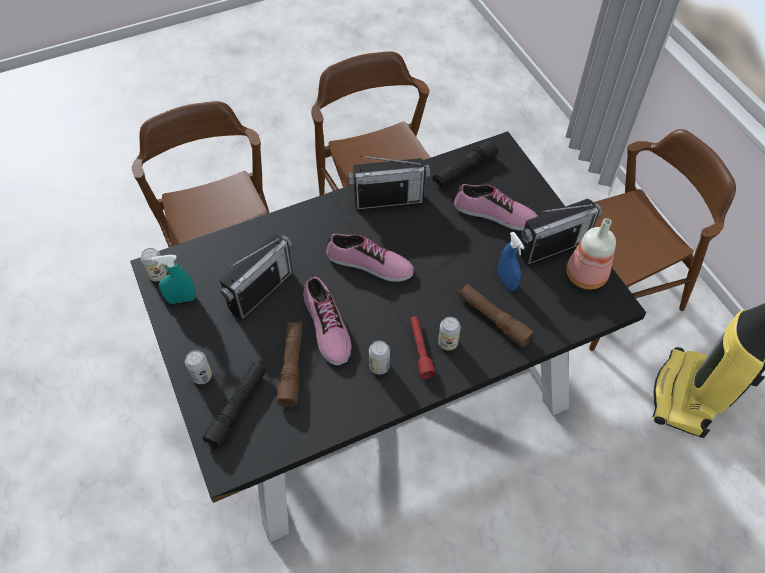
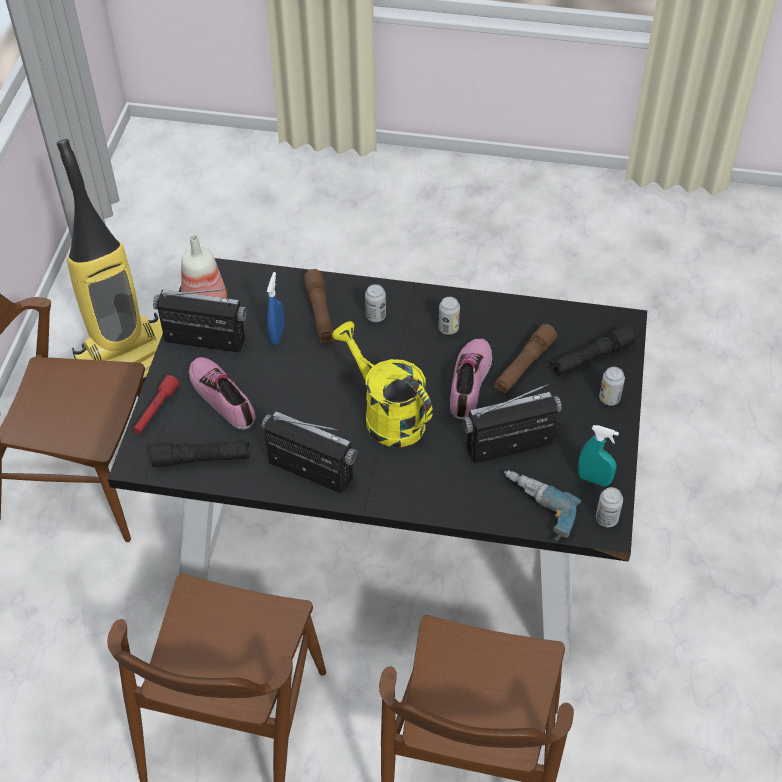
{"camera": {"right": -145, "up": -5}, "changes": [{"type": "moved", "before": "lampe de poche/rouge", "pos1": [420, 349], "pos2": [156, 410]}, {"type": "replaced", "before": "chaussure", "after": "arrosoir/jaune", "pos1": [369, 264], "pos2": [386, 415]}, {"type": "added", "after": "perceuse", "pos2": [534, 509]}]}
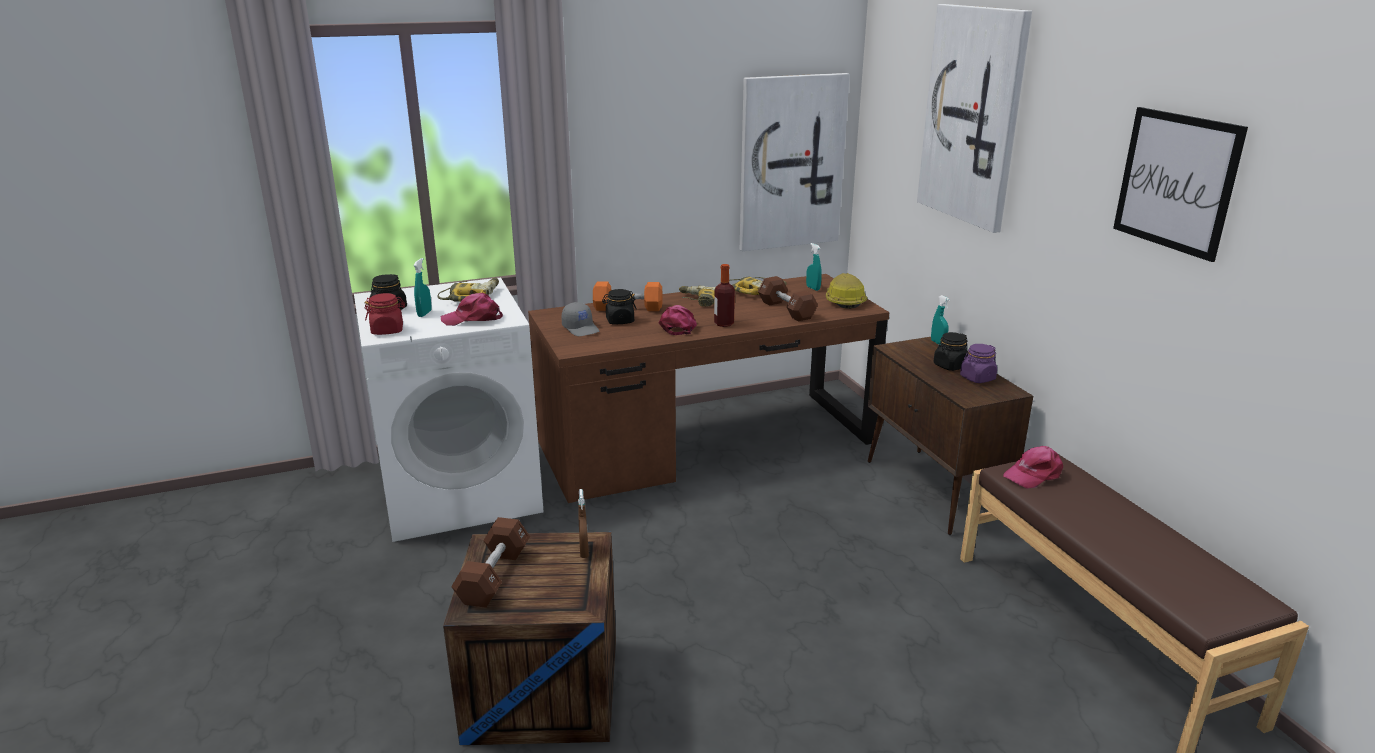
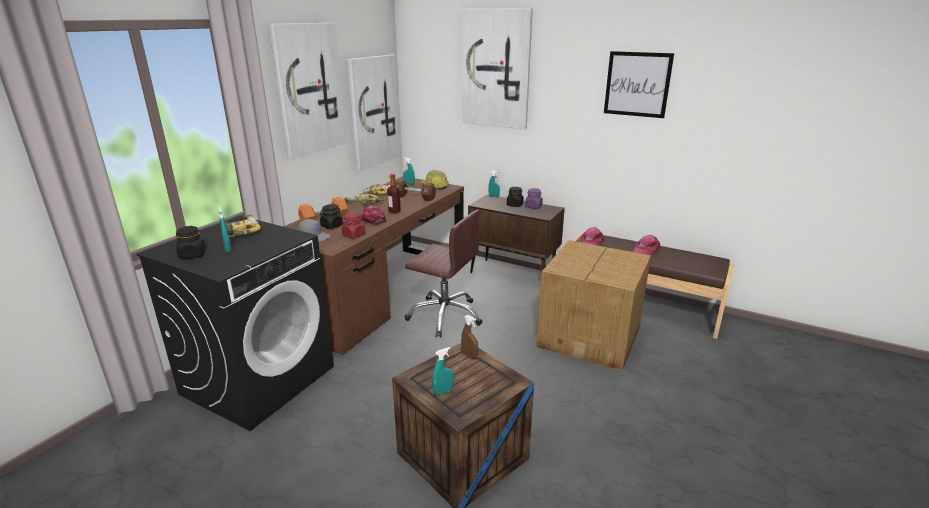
{"camera": {"right": -40, "up": 0}, "changes": [{"type": "recoloured", "before": "lave-linge/blanc", "after": "lave-linge/noir", "pos1": [461, 491], "pos2": [259, 379]}, {"type": "added", "after": "tableau", "pos2": [308, 89]}, {"type": "moved", "before": "bocal/rouge", "pos1": [387, 330], "pos2": [354, 235]}, {"type": "added", "after": "chaise de bureau/marron", "pos2": [445, 315]}, {"type": "replaced", "before": "haltère/marron", "after": "vaporisateur/turquoise", "pos1": [494, 576], "pos2": [443, 392]}, {"type": "added", "after": "carton", "pos2": [591, 336]}, {"type": "moved", "before": "casquette/rose", "pos1": [473, 319], "pos2": [645, 250]}]}
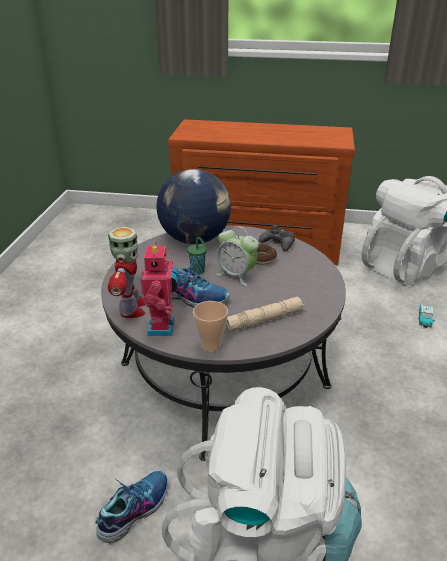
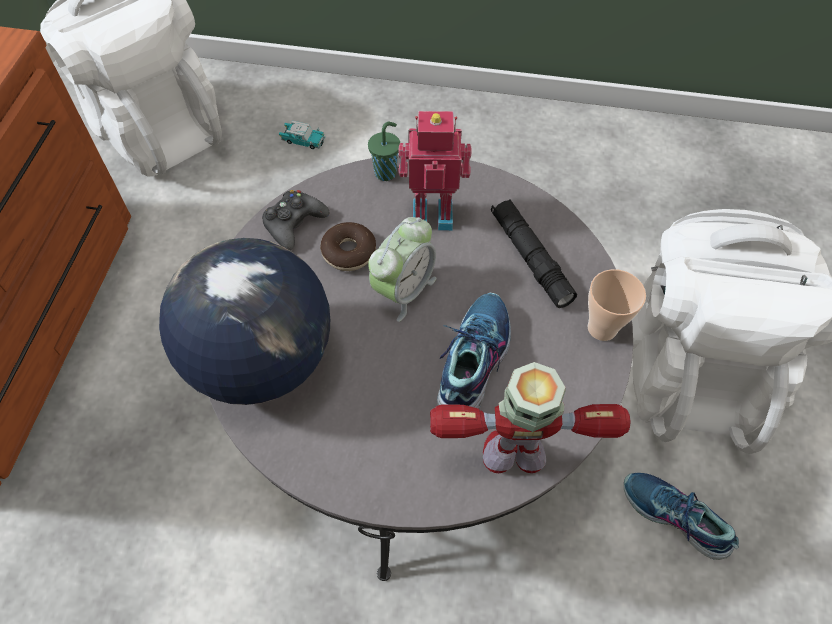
{"camera": {"right": -90, "up": 25}, "changes": [{"type": "moved", "before": "tasse/vert", "pos1": [198, 271], "pos2": [386, 172]}, {"type": "moved", "before": "robot jouet", "pos1": [163, 327], "pos2": [432, 213]}, {"type": "recoloured", "before": "lampe de poche/beige", "after": "lampe de poche/noir", "pos1": [264, 320], "pos2": [530, 258]}]}
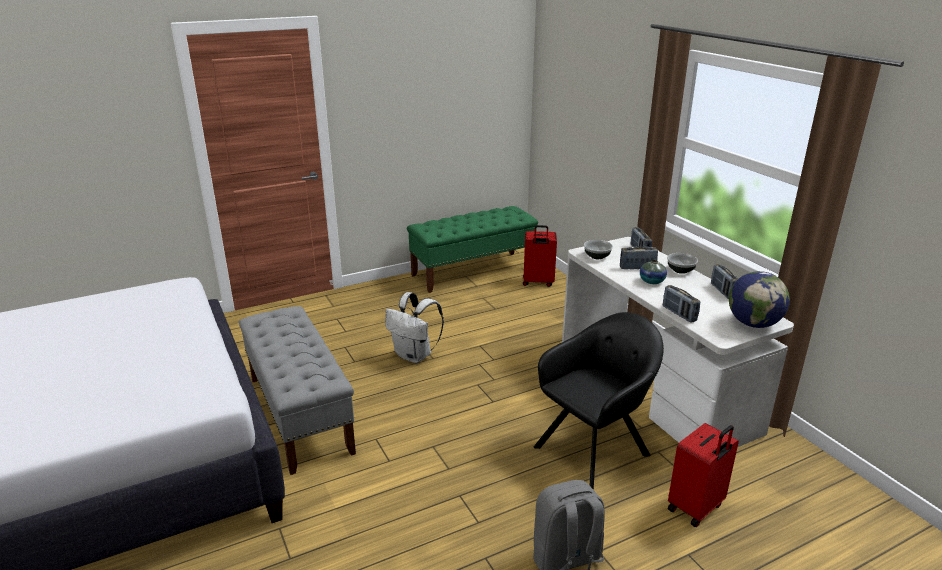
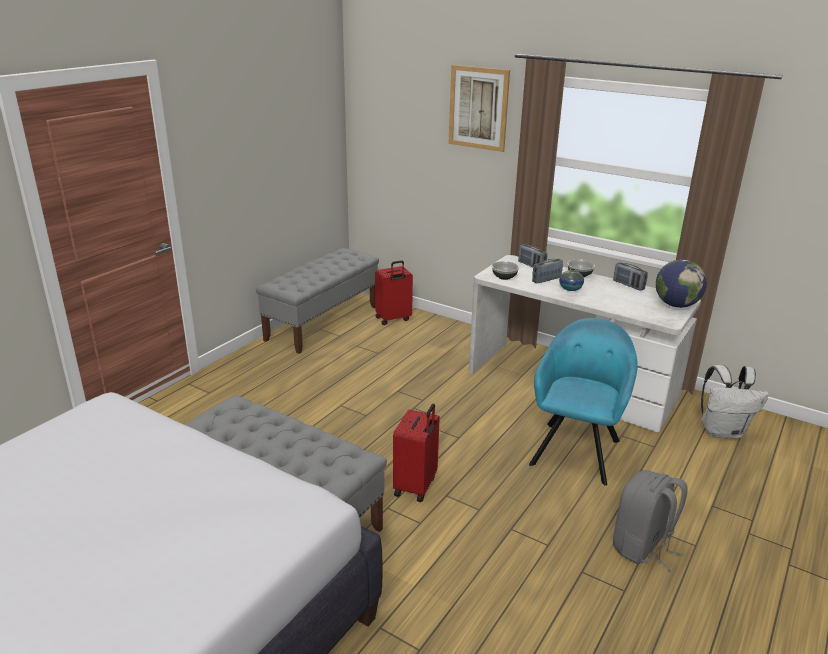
{"camera": {"right": -30, "up": 0}, "changes": [{"type": "recoloured", "before": "banc/vert", "after": "banc/gris", "pos1": [473, 271], "pos2": [323, 323]}, {"type": "moved", "before": "valise/rouge", "pos1": [696, 508], "pos2": [416, 486]}, {"type": "added", "after": "tableau", "pos2": [478, 108]}, {"type": "recoloured", "before": "fauteuil/noir", "after": "fauteuil/turquoise", "pos1": [595, 449], "pos2": [576, 449]}, {"type": "moved", "before": "sac à dos/blanc", "pos1": [415, 355], "pos2": [722, 431]}, {"type": "removed", "before": "radio", "pos1": [679, 314]}]}
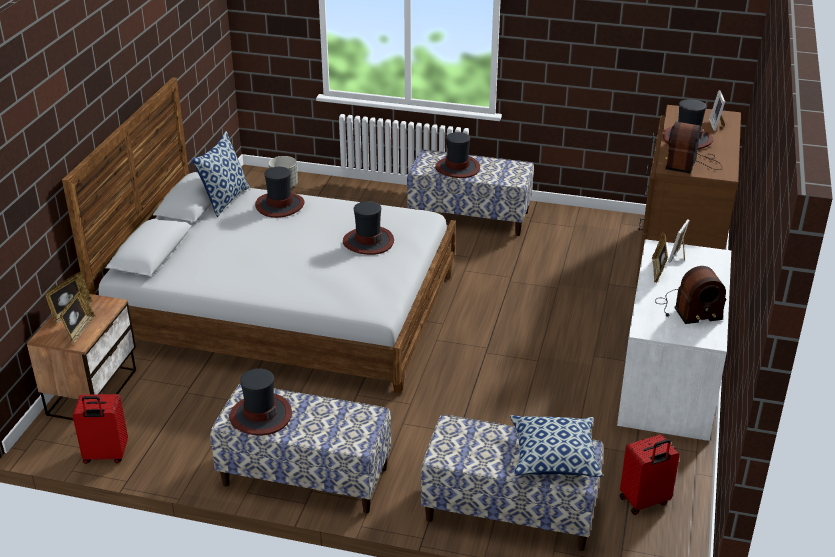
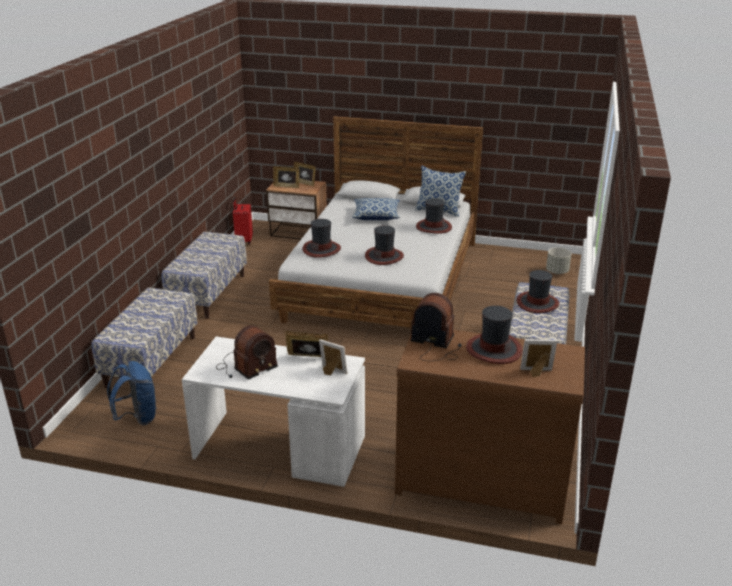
{"camera": {"right": 90, "up": -5}, "changes": [{"type": "replaced", "before": "valise/rouge", "after": "sac à dos/bleu", "pos1": [644, 501], "pos2": [137, 417]}, {"type": "turned", "before": "radio", "pos1": [687, 309], "pos2": [245, 367], "turn": -120}, {"type": "moved", "before": "chapeau", "pos1": [260, 415], "pos2": [321, 249]}, {"type": "moved", "before": "coussin", "pos1": [553, 457], "pos2": [376, 216]}]}
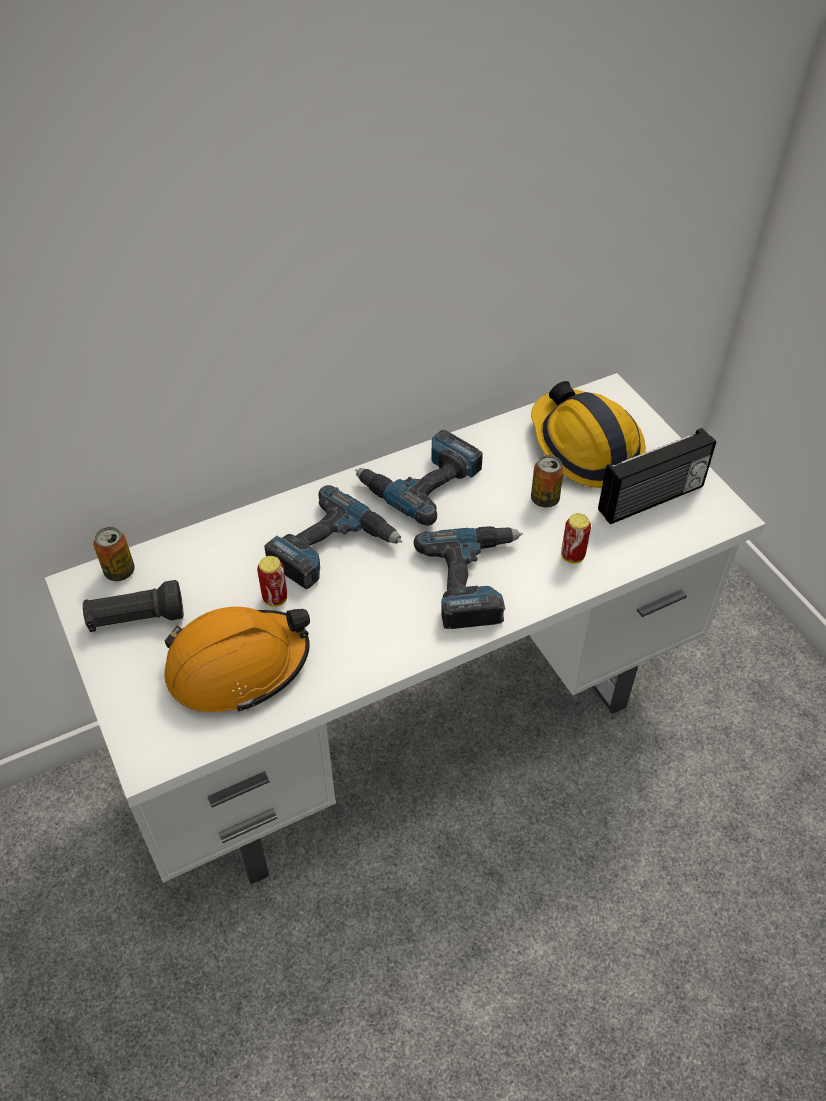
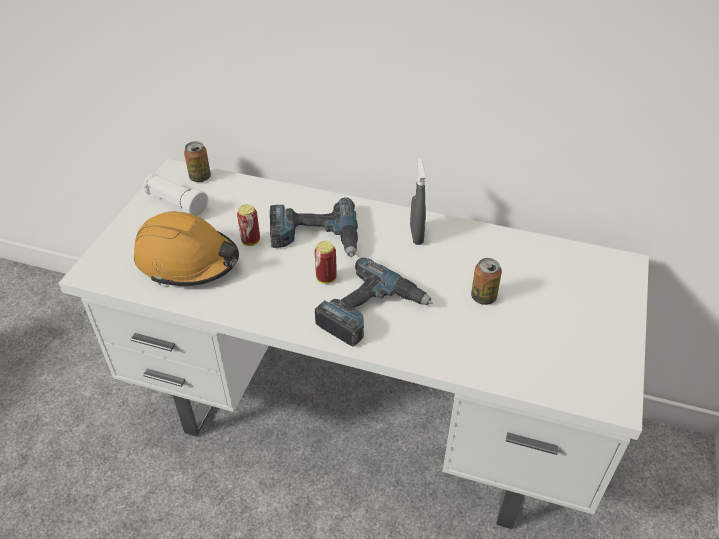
{"camera": {"right": 45, "up": -5}, "changes": [{"type": "recoloured", "before": "lampe de poche/noir", "after": "lampe de poche/blanc", "pos1": [136, 618], "pos2": [176, 204]}, {"type": "moved", "before": "boîte métallique", "pos1": [572, 556], "pos2": [326, 278]}, {"type": "replaced", "before": "perceuse", "after": "vaporisateur/gris", "pos1": [421, 481], "pos2": [416, 235]}, {"type": "removed", "before": "casque de chantier", "pos1": [584, 447]}, {"type": "removed", "before": "radio", "pos1": [652, 499]}]}
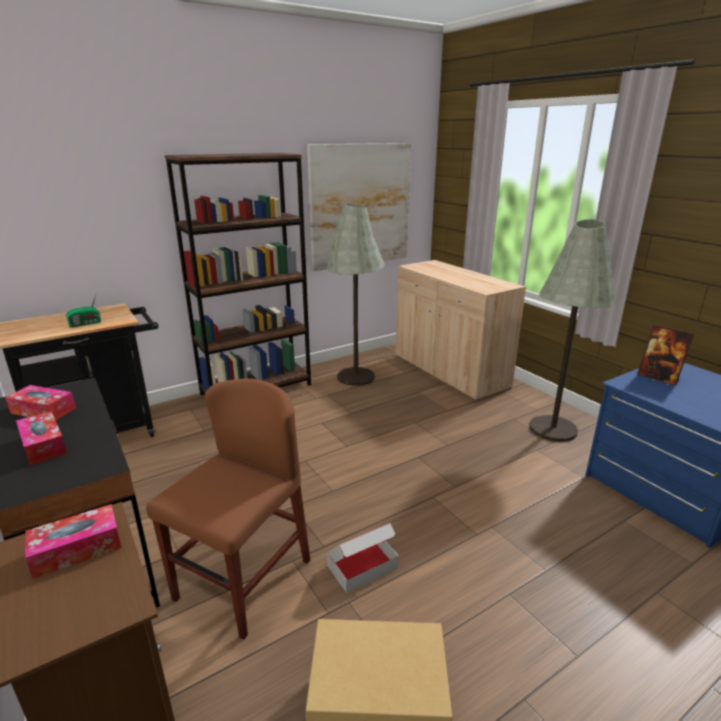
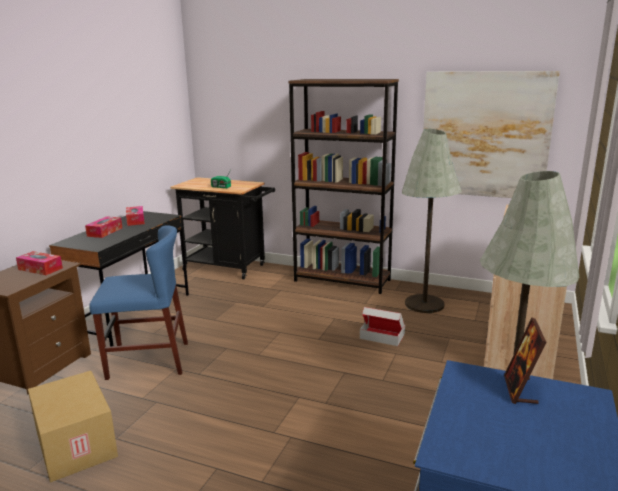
{"camera": {"right": 55, "up": -5}, "changes": [{"type": "recoloured", "before": "chaise/marron", "after": "chaise/bleu", "pos1": [243, 579], "pos2": [148, 360]}, {"type": "moved", "before": "carton", "pos1": [362, 566], "pos2": [382, 336]}]}
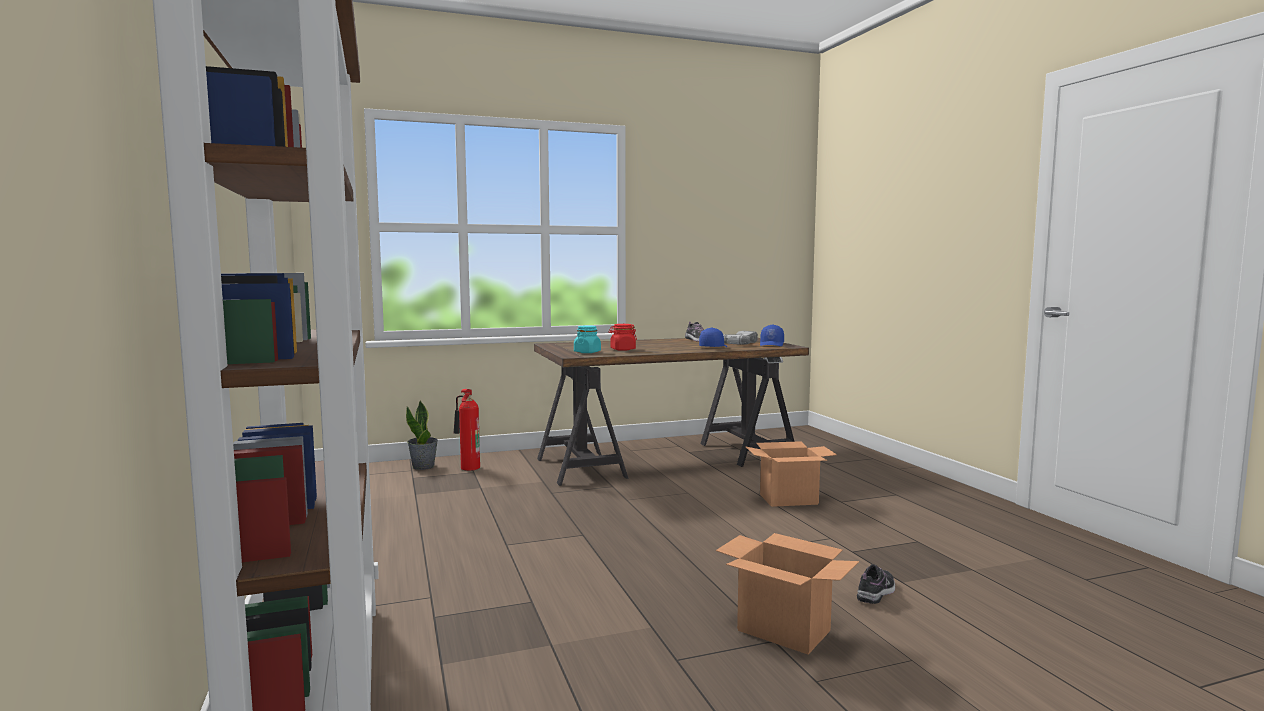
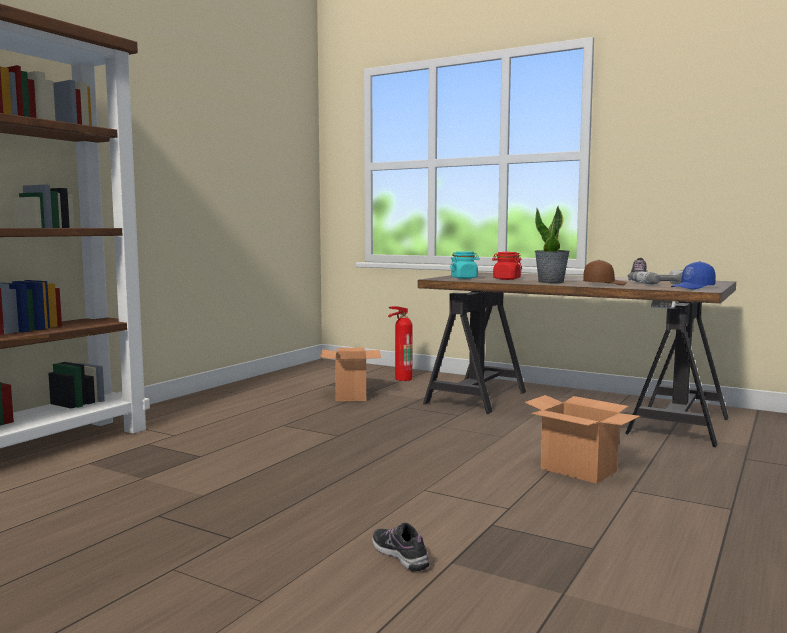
{"camera": {"right": 50, "up": 0}, "changes": [{"type": "moved", "before": "carton", "pos1": [782, 630], "pos2": [350, 395]}, {"type": "turned", "before": "chaussure", "pos1": [876, 592], "pos2": [400, 555], "turn": -120}, {"type": "moved", "before": "plante en pot", "pos1": [423, 466], "pos2": [551, 282]}, {"type": "recoloured", "before": "casquette/bleu", "after": "casquette/marron", "pos1": [713, 347], "pos2": [604, 284]}]}
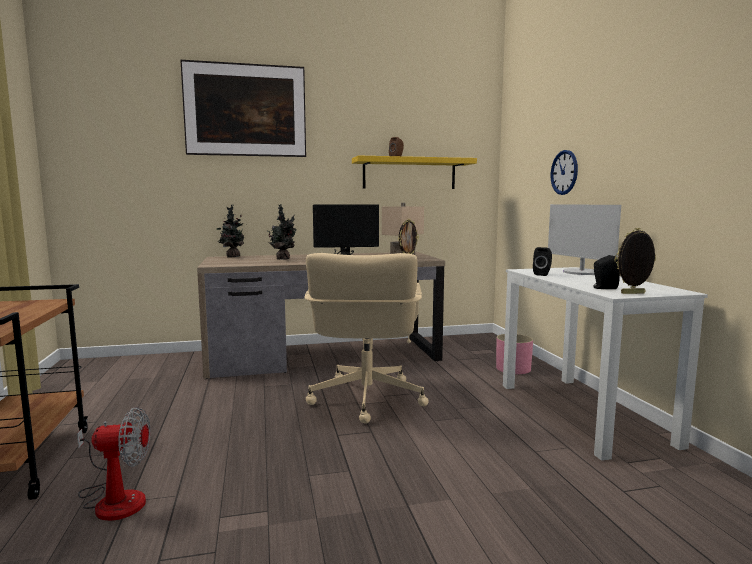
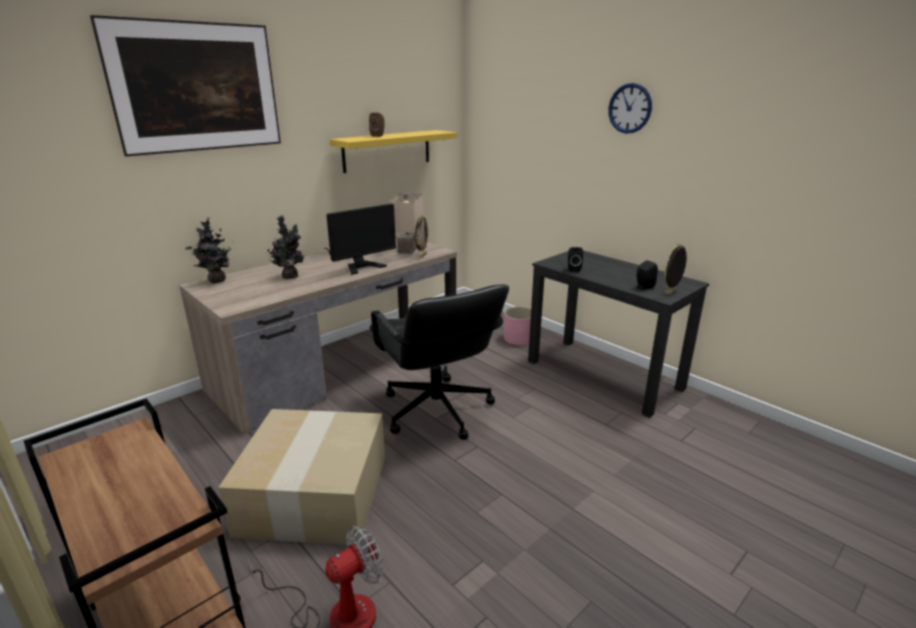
{"camera": {"right": -30, "up": 15}, "changes": [{"type": "added", "after": "carton", "pos2": [313, 492]}, {"type": "recoloured", "before": "chaise de bureau/beige", "after": "chaise de bureau/noir", "pos1": [365, 399], "pos2": [436, 410]}, {"type": "recoloured", "before": "bureau/blanc", "after": "bureau/noir", "pos1": [582, 413], "pos2": [603, 375]}, {"type": "moved", "before": "horloge murale", "pos1": [564, 172], "pos2": [630, 108]}, {"type": "removed", "before": "écran d'ordinateur", "pos1": [581, 272]}]}
